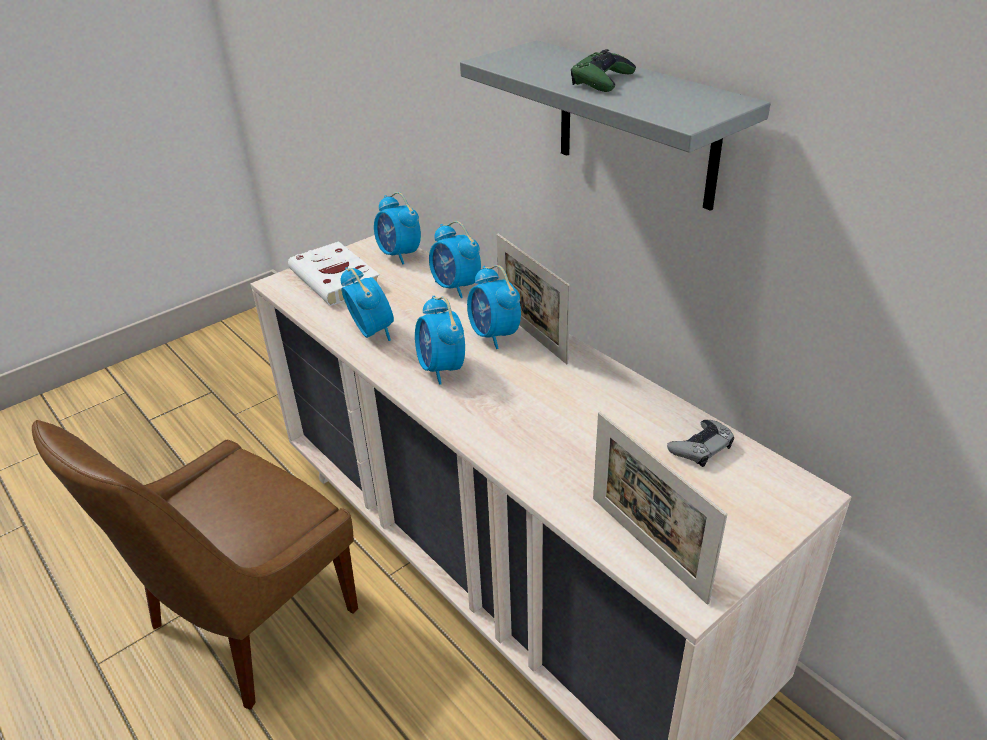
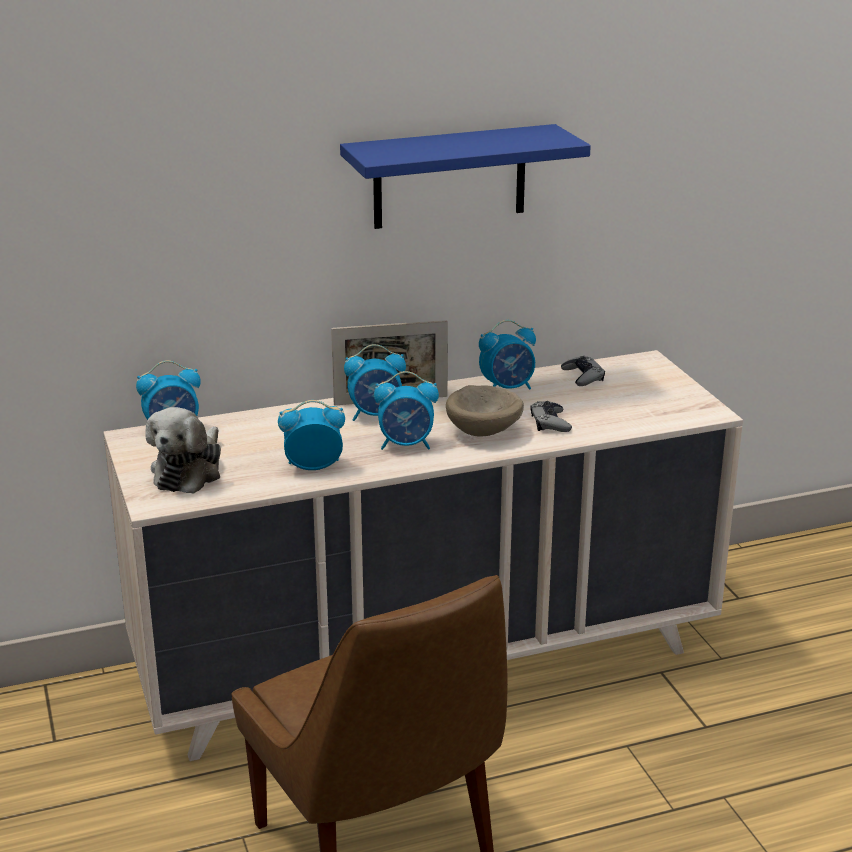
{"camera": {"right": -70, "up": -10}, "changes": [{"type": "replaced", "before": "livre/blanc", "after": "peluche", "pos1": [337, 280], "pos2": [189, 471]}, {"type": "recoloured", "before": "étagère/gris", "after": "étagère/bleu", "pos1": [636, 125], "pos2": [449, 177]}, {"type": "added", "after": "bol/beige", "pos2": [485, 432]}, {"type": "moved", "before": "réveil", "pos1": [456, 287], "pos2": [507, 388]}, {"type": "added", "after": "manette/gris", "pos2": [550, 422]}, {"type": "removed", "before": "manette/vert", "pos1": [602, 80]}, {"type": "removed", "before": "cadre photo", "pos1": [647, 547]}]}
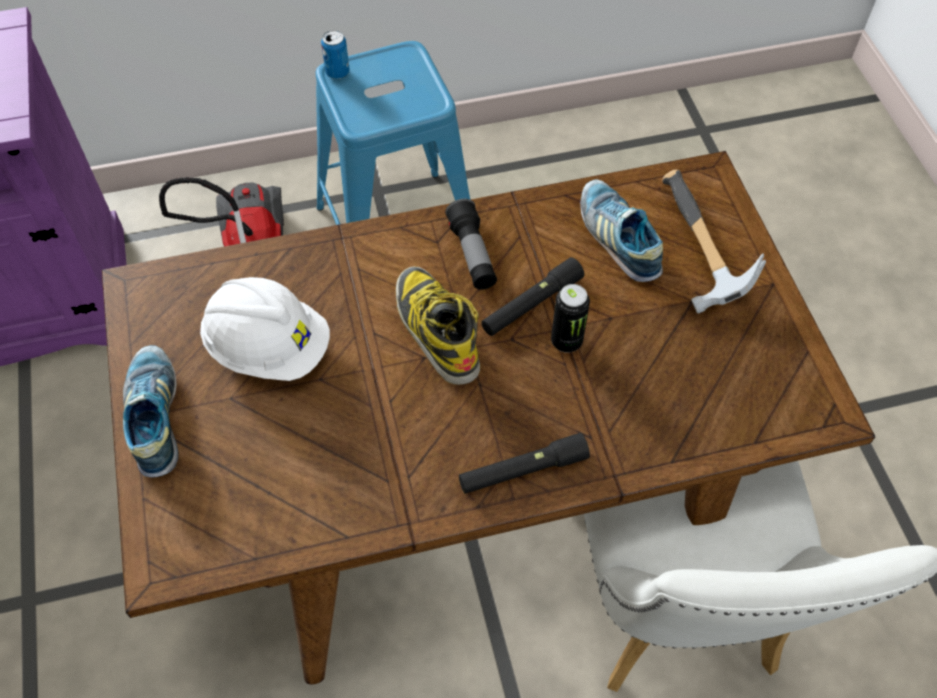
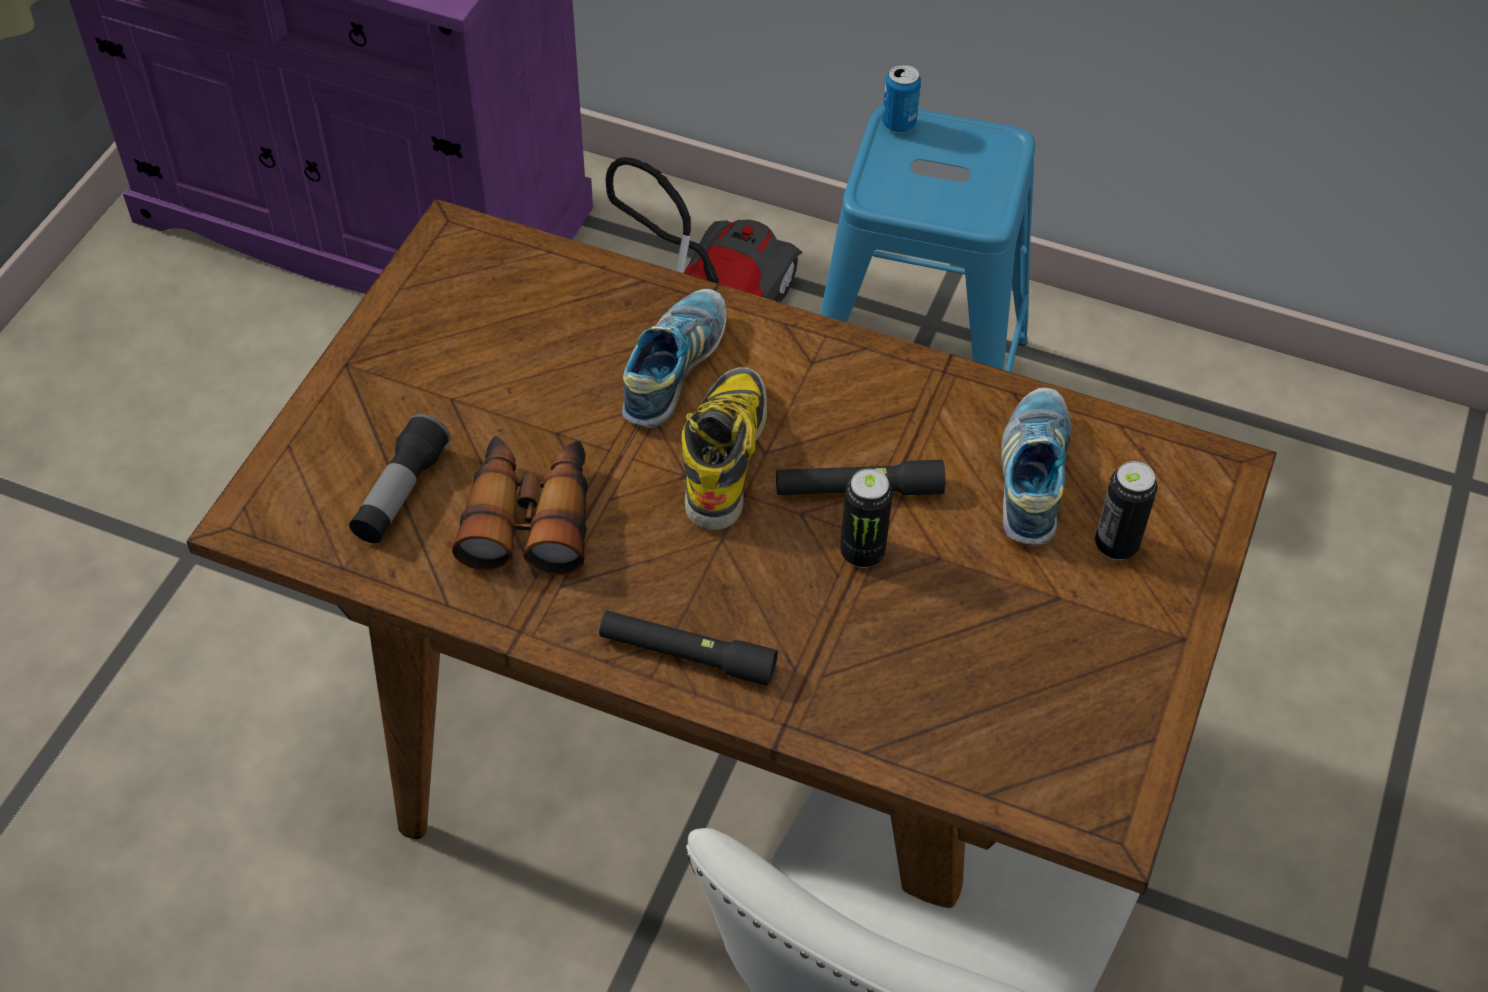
{"camera": {"right": 35, "up": -5}, "changes": [{"type": "moved", "before": "lampe de poche", "pos1": [472, 254], "pos2": [401, 493]}, {"type": "added", "after": "jumelles", "pos2": [530, 516]}, {"type": "moved", "before": "chaussure", "pos1": [156, 417], "pos2": [674, 369]}, {"type": "replaced", "before": "marteau", "after": "boîte métallique", "pos1": [694, 252], "pos2": [1116, 545]}, {"type": "removed", "before": "casque de chantier/blanc", "pos1": [268, 348]}]}
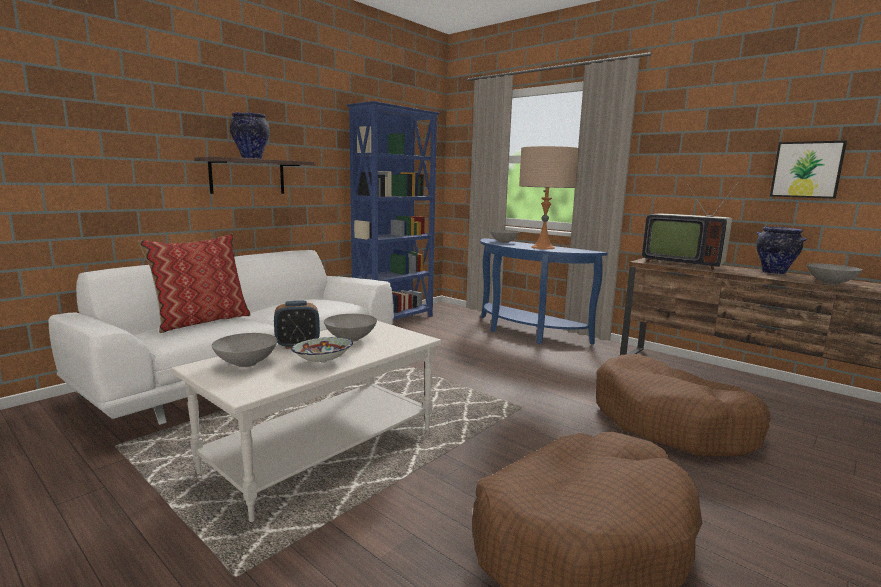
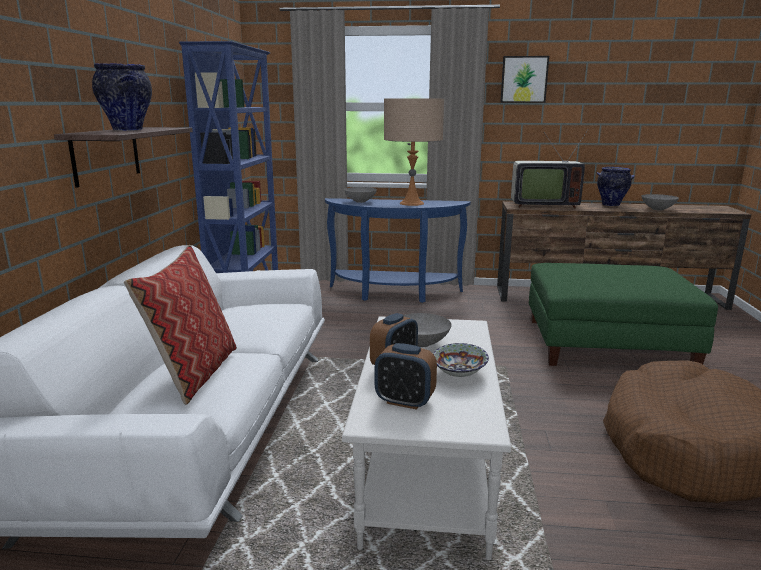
{"camera": {"right": -35, "up": 5}, "changes": [{"type": "replaced", "before": "bol/gris", "after": "réveil", "pos1": [247, 364], "pos2": [404, 401]}, {"type": "moved", "before": "tableau", "pos1": [807, 169], "pos2": [524, 79]}, {"type": "replaced", "before": "panier pour chien/marron", "after": "pouf/vert", "pos1": [672, 423], "pos2": [607, 344]}]}
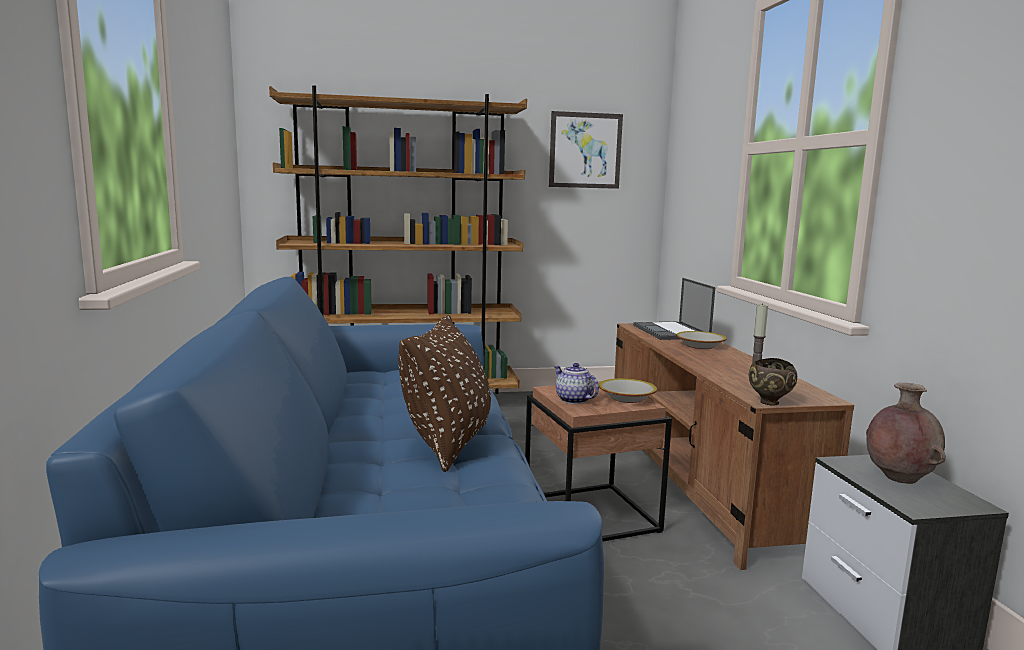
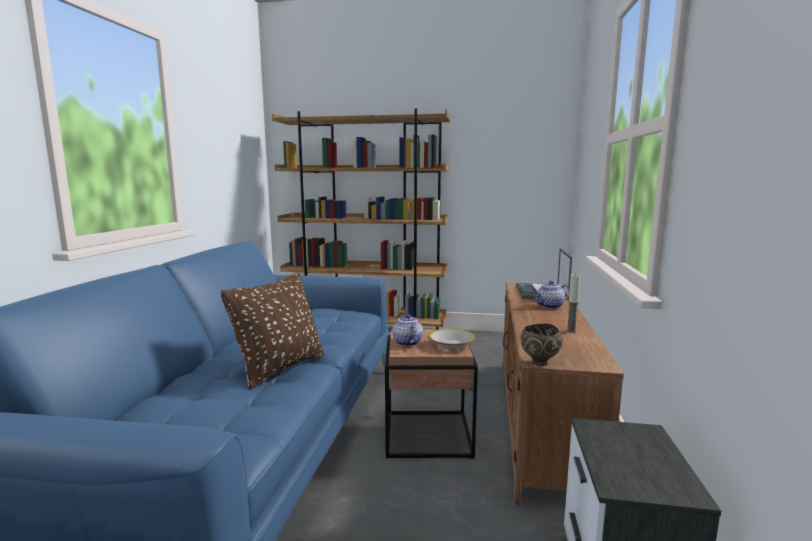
{"camera": {"right": 20, "up": 0}, "changes": [{"type": "replaced", "before": "bol", "after": "théière", "pos1": [700, 346], "pos2": [549, 306]}, {"type": "removed", "before": "tableau", "pos1": [585, 150]}, {"type": "removed", "before": "vase/marron", "pos1": [898, 478]}]}
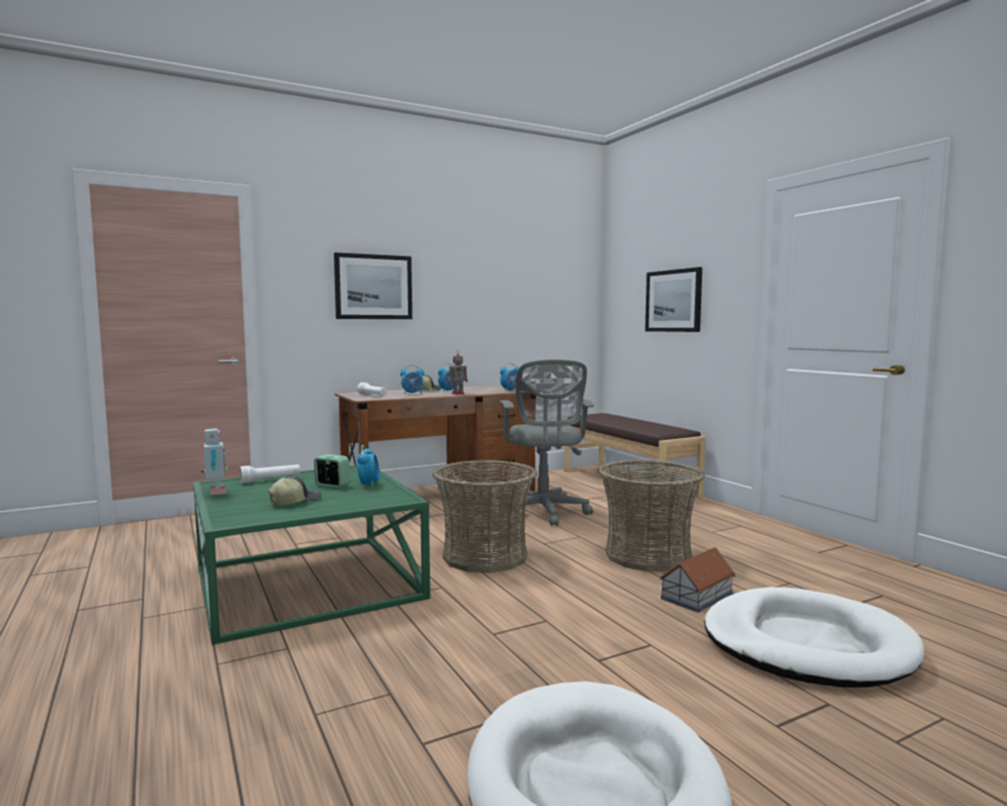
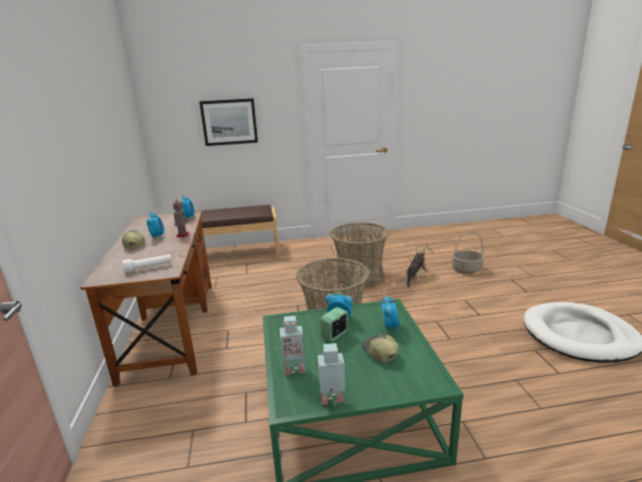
{"camera": {"right": -70, "up": 15}, "changes": [{"type": "replaced", "before": "lampe de poche/blanc", "after": "robot jouet", "pos1": [271, 480], "pos2": [293, 368]}, {"type": "moved", "before": "réveil", "pos1": [412, 393], "pos2": [390, 327]}, {"type": "replaced", "before": "maison miniature", "after": "peluche", "pos1": [696, 596], "pos2": [416, 278]}, {"type": "replaced", "before": "panier pour chien/blanc", "after": "panier", "pos1": [807, 644], "pos2": [466, 269]}, {"type": "removed", "before": "tableau", "pos1": [373, 287]}, {"type": "removed", "before": "chaise de bureau/gris", "pos1": [544, 513]}]}
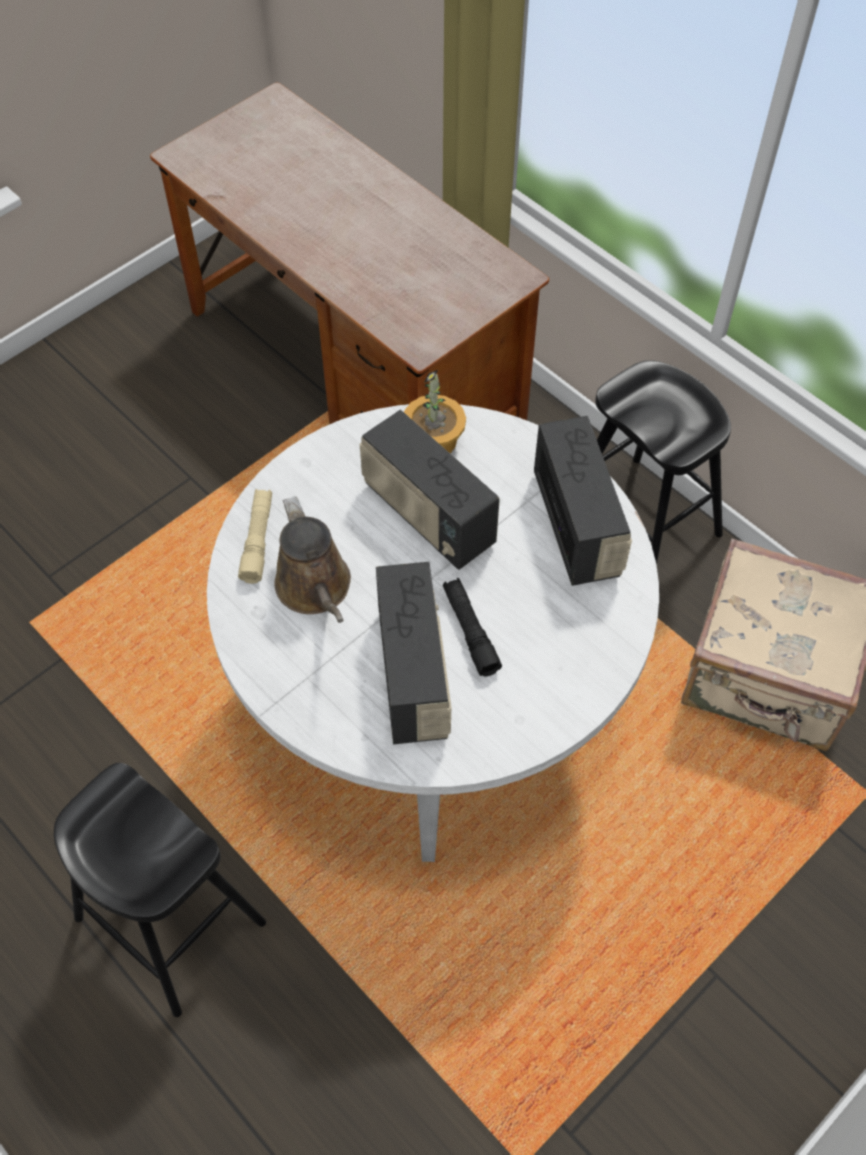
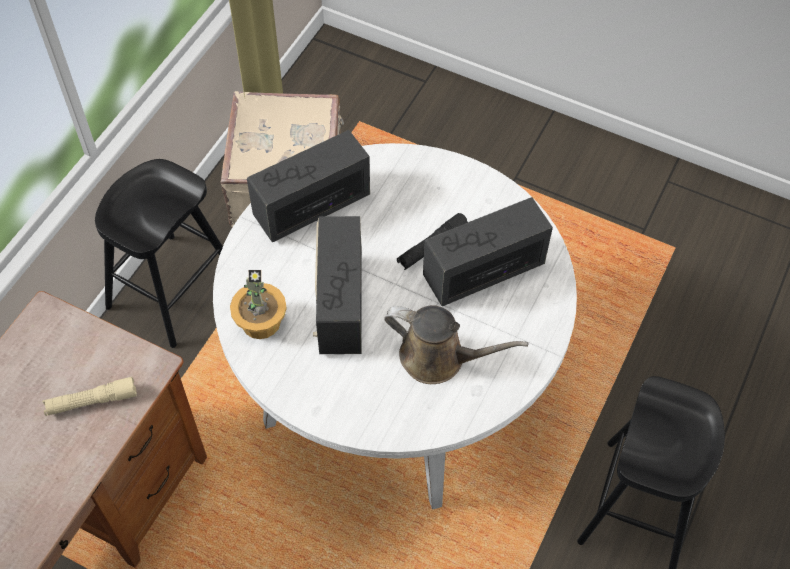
{"camera": {"right": -110, "up": 0}, "changes": [{"type": "moved", "before": "lampe de poche/beige", "pos1": [258, 540], "pos2": [91, 401]}, {"type": "turned", "before": "radio", "pos1": [427, 516], "pos2": [339, 304], "turn": 150}, {"type": "turned", "before": "arrosoir/marron", "pos1": [316, 589], "pos2": [439, 358], "turn": 60}]}
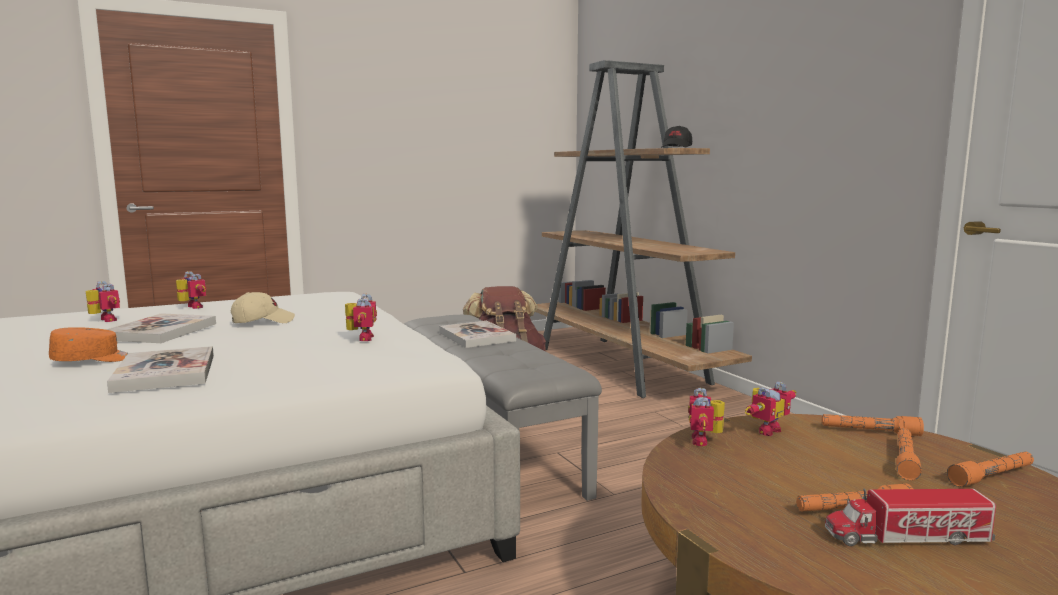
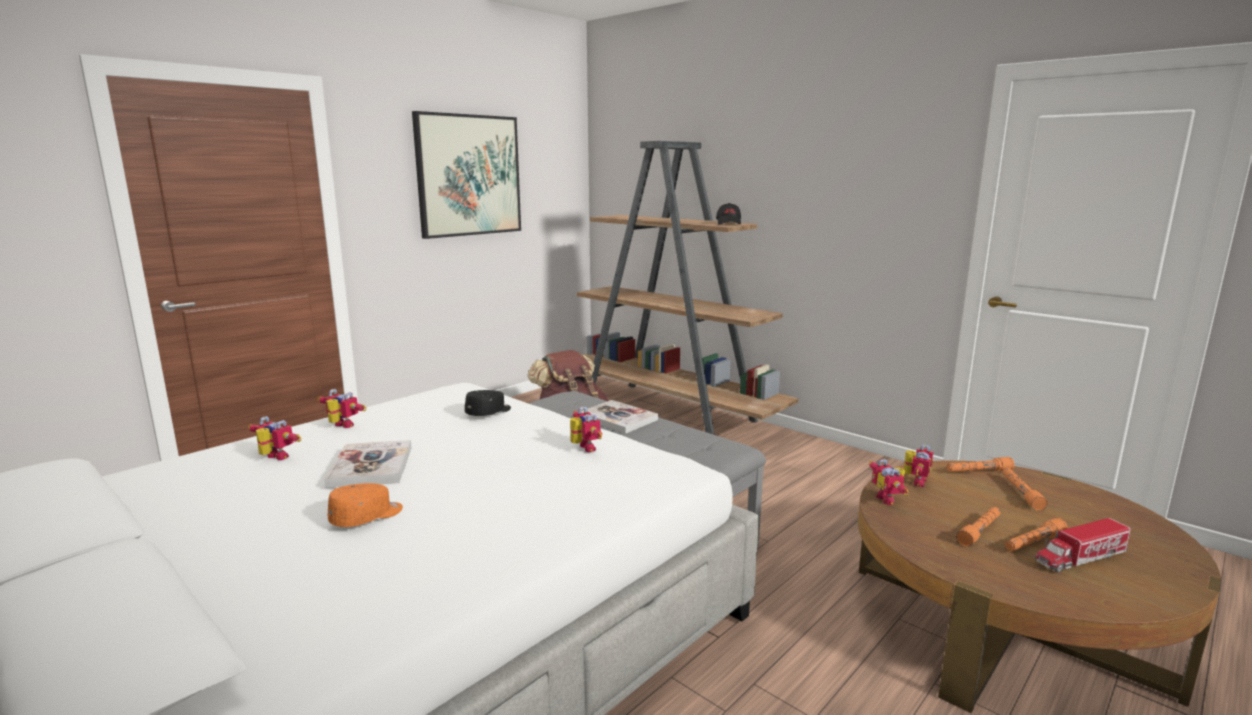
{"camera": {"right": -20, "up": 5}, "changes": [{"type": "added", "after": "tableau", "pos2": [468, 175]}, {"type": "added", "after": "casquette/noir", "pos2": [489, 412]}, {"type": "moved", "before": "lampe de poche/orange", "pos1": [992, 476], "pos2": [979, 531]}, {"type": "removed", "before": "livre", "pos1": [165, 372]}, {"type": "removed", "before": "casquette/beige", "pos1": [262, 321]}]}
